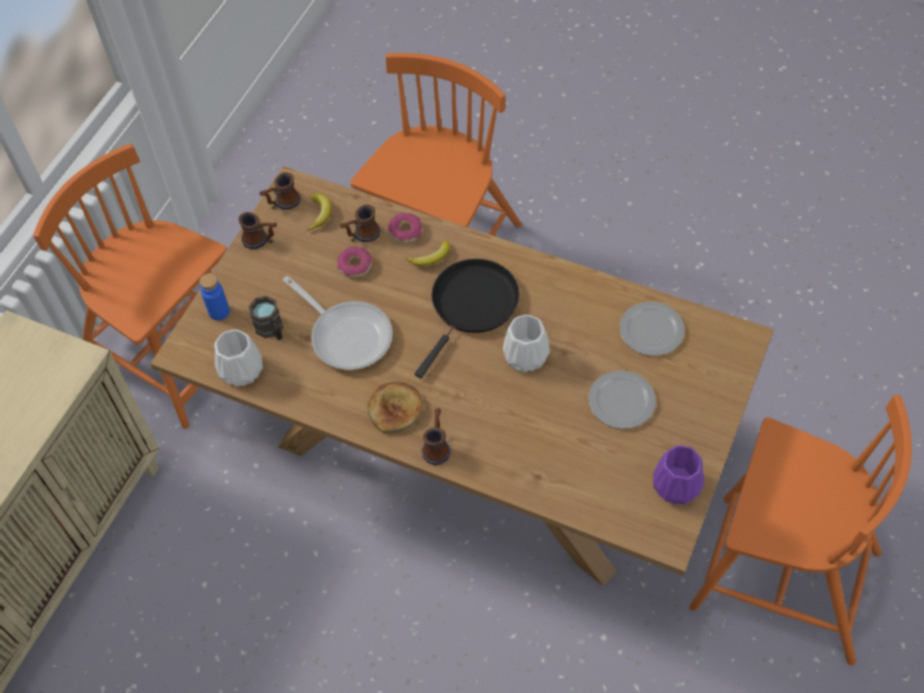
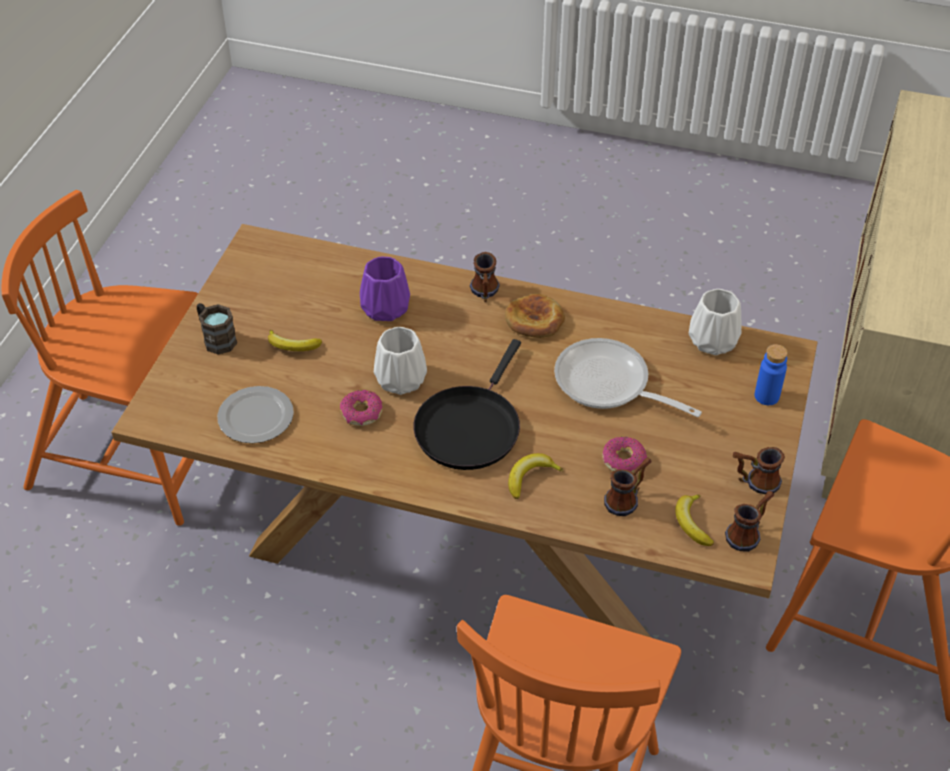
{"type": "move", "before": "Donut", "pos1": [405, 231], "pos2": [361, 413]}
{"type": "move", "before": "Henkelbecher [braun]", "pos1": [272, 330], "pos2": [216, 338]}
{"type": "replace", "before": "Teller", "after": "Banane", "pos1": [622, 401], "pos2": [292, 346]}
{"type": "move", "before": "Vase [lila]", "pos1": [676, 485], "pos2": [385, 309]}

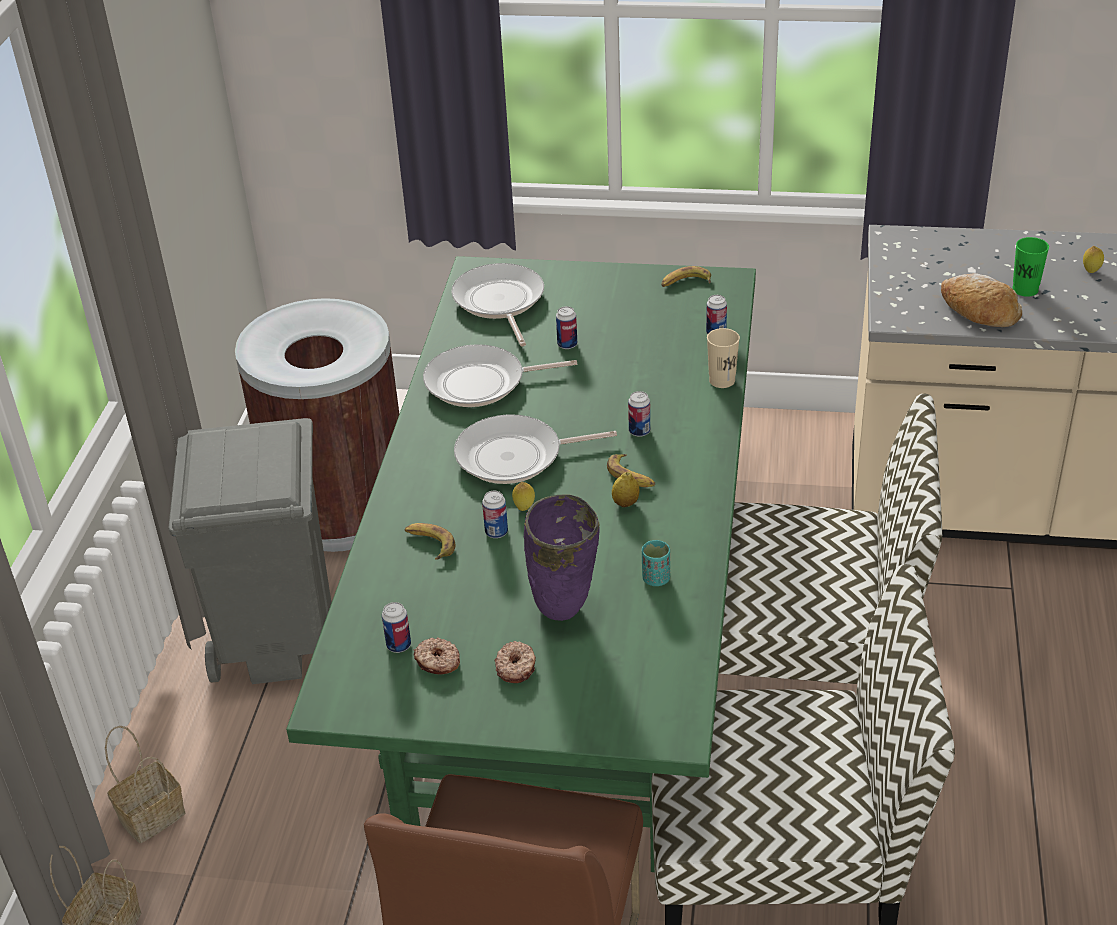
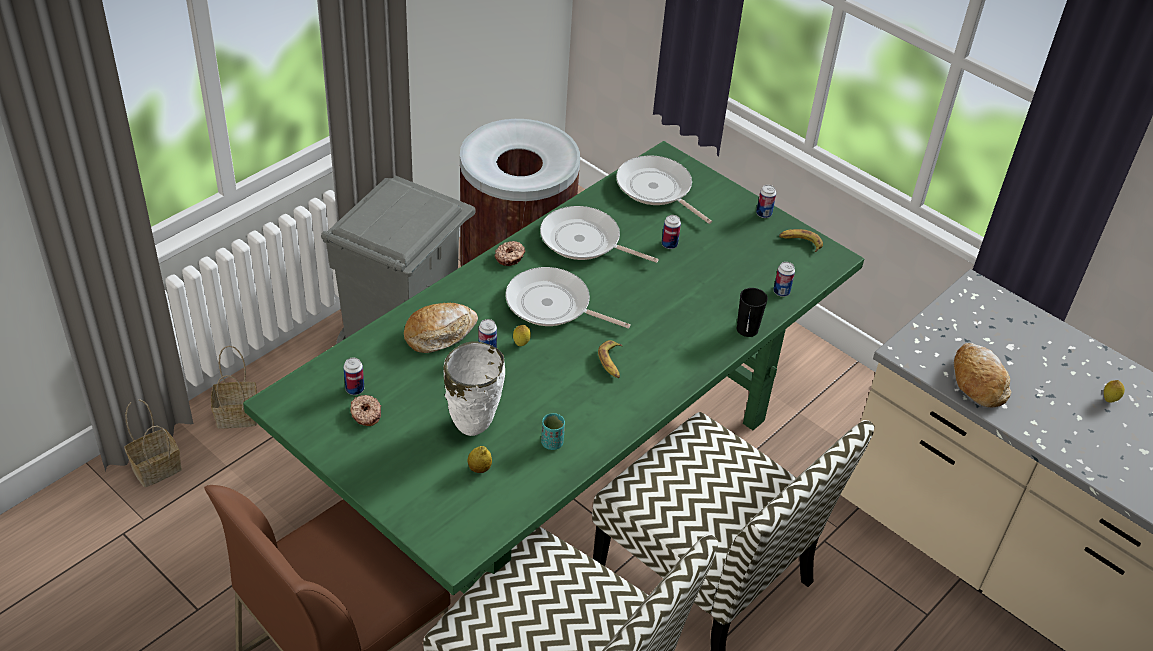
{"type": "delete", "before": "Tasse [grün]", "pos1": [1025, 289]}
{"type": "rotate", "before": "Pfanne", "pos1": [499, 302], "pos2": [656, 189], "turn": -60}
{"type": "recolor", "before": "Tasse [beige]", "after": "Tasse [schwarz]", "pos1": [722, 380], "pos2": [747, 329]}
{"type": "move", "before": "Dose", "pos1": [639, 431], "pos2": [763, 214]}
{"type": "move", "before": "Zitrone", "pos1": [625, 503], "pos2": [479, 469]}
{"type": "recolor", "before": "Vase [lila]", "after": "Vase [weiß]", "pos1": [564, 611], "pos2": [473, 429]}
{"type": "replace", "before": "Banane", "after": "Brot", "pos1": [429, 544], "pos2": [440, 334]}
{"type": "move", "before": "Donut", "pos1": [516, 667], "pos2": [510, 257]}

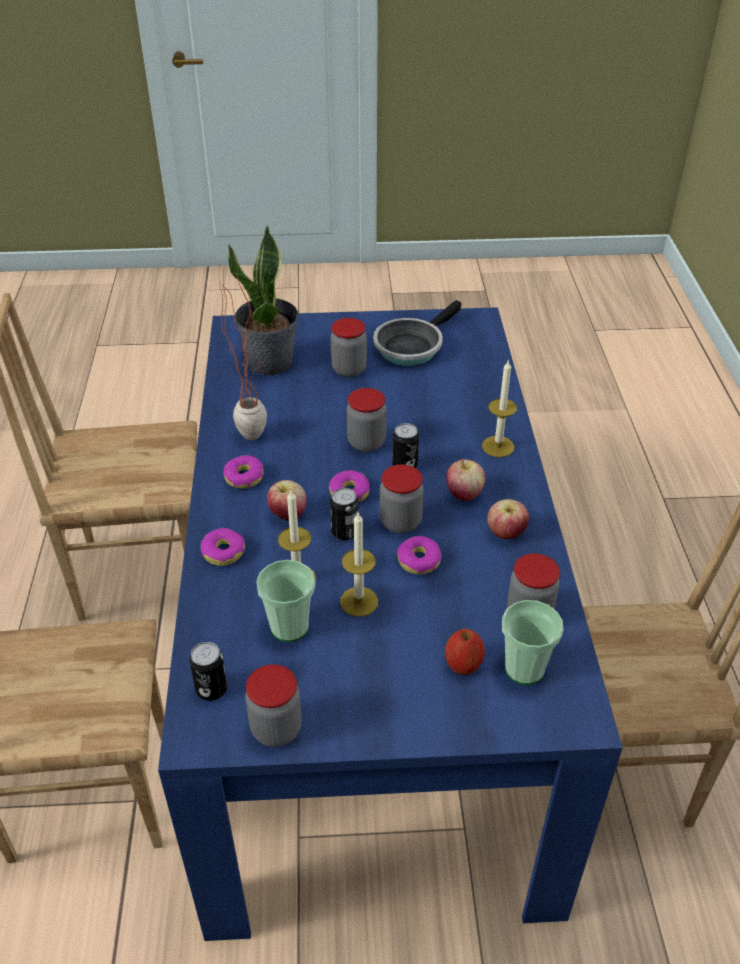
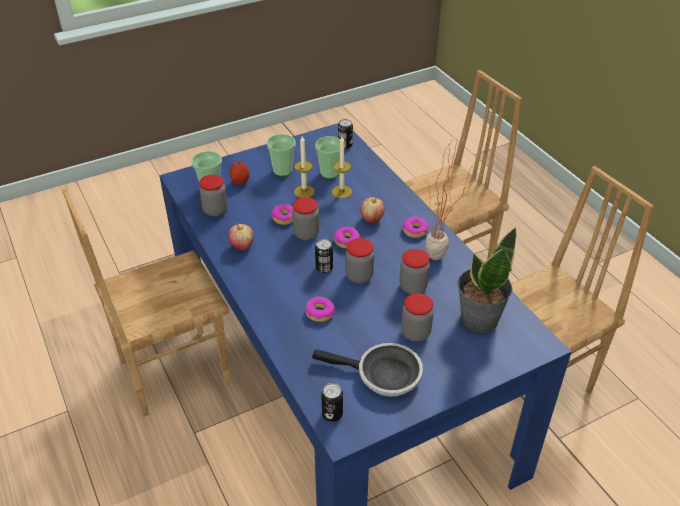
{"type": "rotate", "before": "Pfanne", "pos1": [411, 346], "pos2": [383, 375], "turn": 90}
{"type": "delete", "before": "Kerze", "pos1": [498, 446]}
{"type": "delete", "before": "Apfel", "pos1": [464, 493]}
{"type": "move", "before": "Dose", "pos1": [345, 532], "pos2": [332, 414]}
{"type": "move", "before": "Donut", "pos1": [223, 552], "pos2": [320, 313]}
{"type": "move", "before": "Vorratsglas", "pos1": [276, 729], "pos2": [413, 287]}
{"type": "insert", "after": "Tasse", "pos2": [282, 171]}

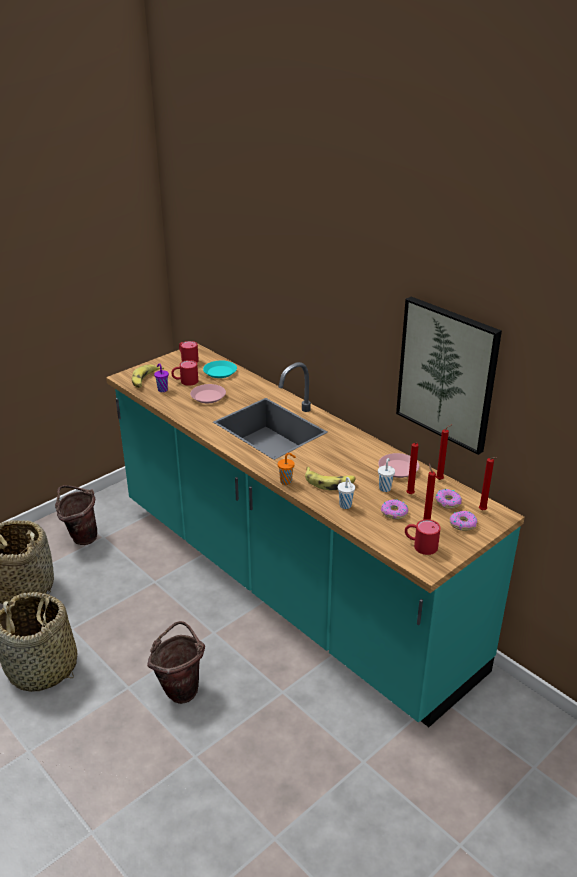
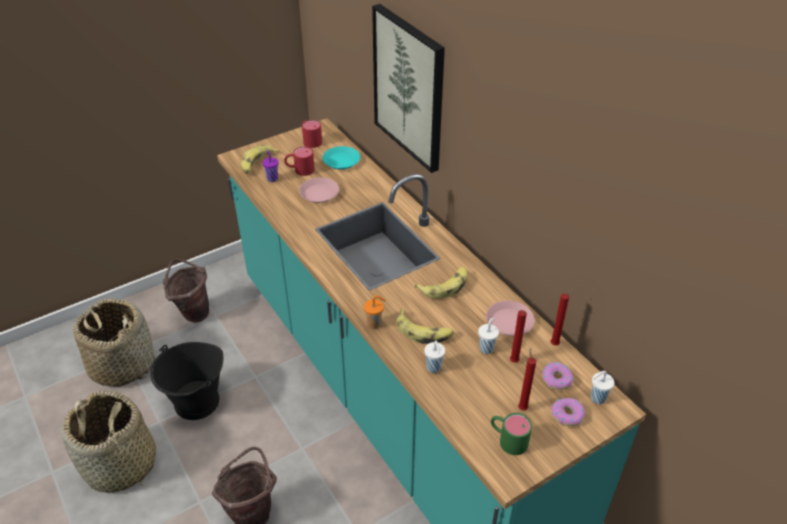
{"type": "move", "before": "Bild", "pos1": [447, 374], "pos2": [410, 88]}
{"type": "replace", "before": "Kerze [rot]", "after": "Tasse [weiß]", "pos1": [483, 511], "pos2": [596, 398]}
{"type": "delete", "before": "Donut", "pos1": [394, 513]}
{"type": "recolor", "before": "Henkelbecher [rot]", "after": "Henkelbecher [grün]", "pos1": [420, 545], "pos2": [507, 439]}
{"type": "insert", "after": "Banane", "pos2": [445, 286]}
{"type": "insert", "after": "Eimer [schwarz]", "pos2": [197, 402]}

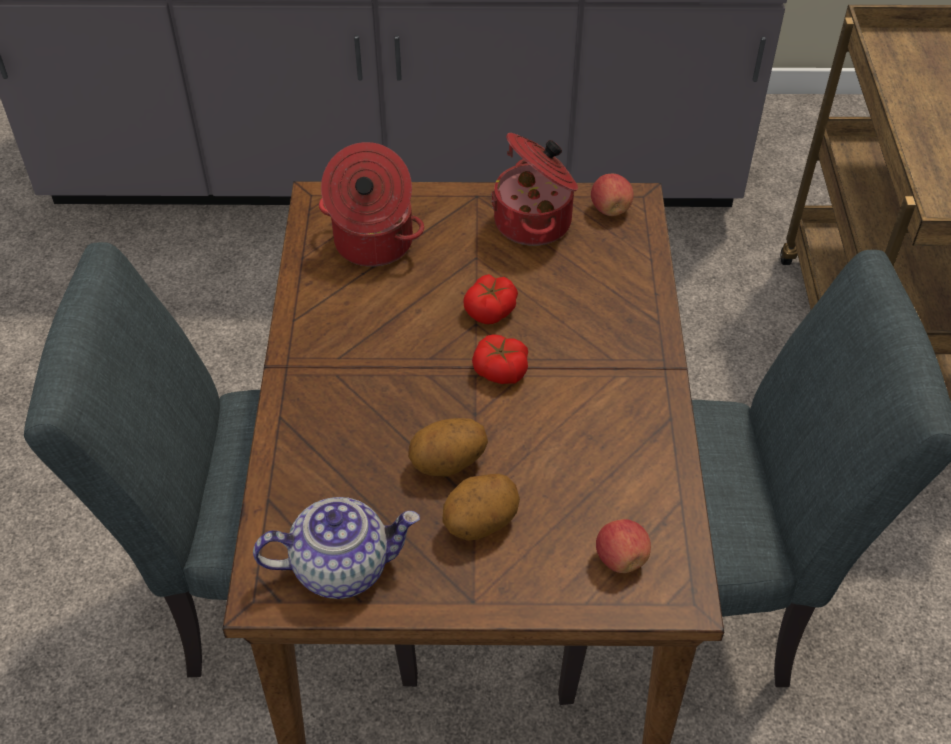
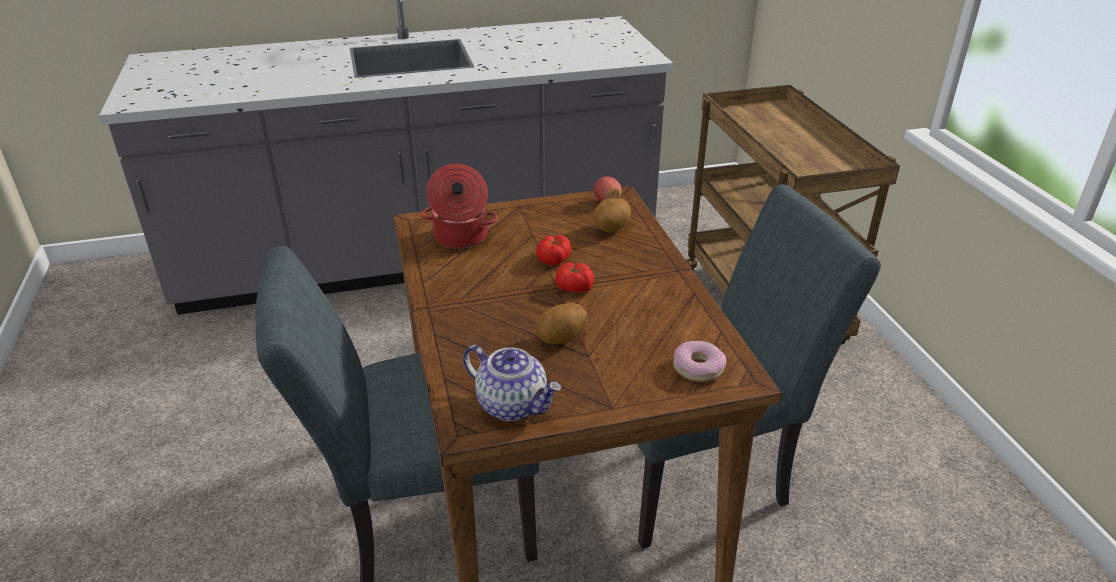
{"type": "delete", "before": "Kochtopf", "pos1": [535, 222]}
{"type": "move", "before": "Kartoffel", "pos1": [480, 522], "pos2": [610, 229]}
{"type": "rotate", "before": "Teekanne", "pos1": [342, 566], "pos2": [513, 405], "turn": 60}
{"type": "replace", "before": "Apfel", "after": "Donut", "pos1": [620, 558], "pos2": [698, 367]}

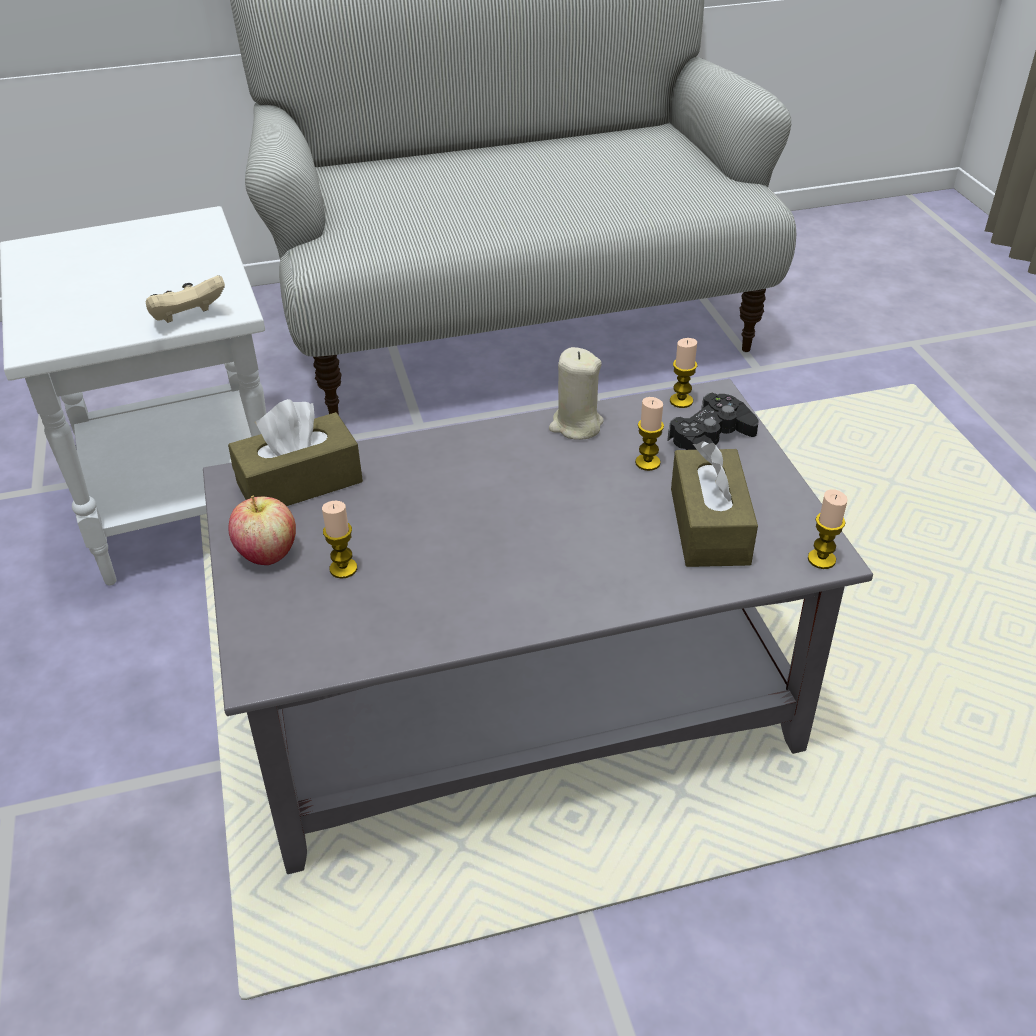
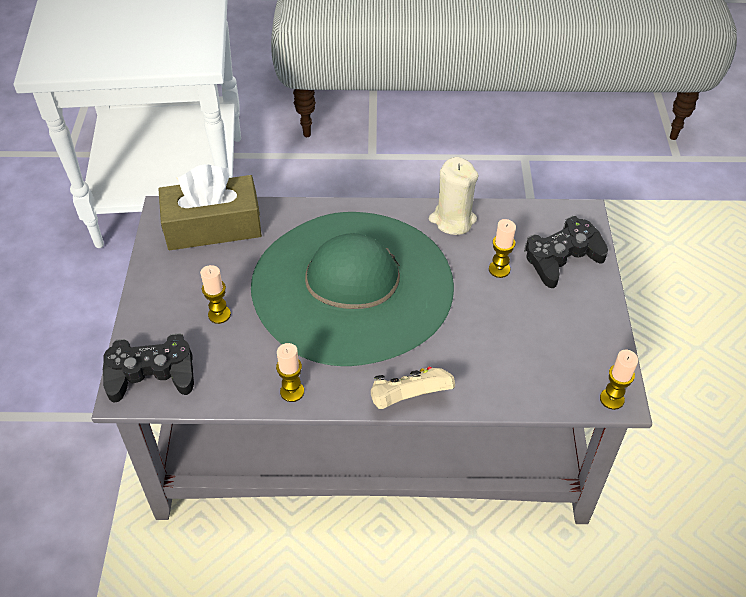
{"type": "move", "before": "Gamepad [beige]", "pos1": [188, 318], "pos2": [408, 399]}
{"type": "move", "before": "Kerze", "pos1": [681, 401], "pos2": [292, 391]}
{"type": "delete", "before": "Taschentuchbox [braun]", "pos1": [709, 526]}
{"type": "delete", "before": "Apfel", "pos1": [267, 553]}
{"type": "insert", "after": "Hut [grün]", "pos2": [352, 285]}
{"type": "insert", "after": "Gamepad [schwarz]", "pos2": [151, 374]}

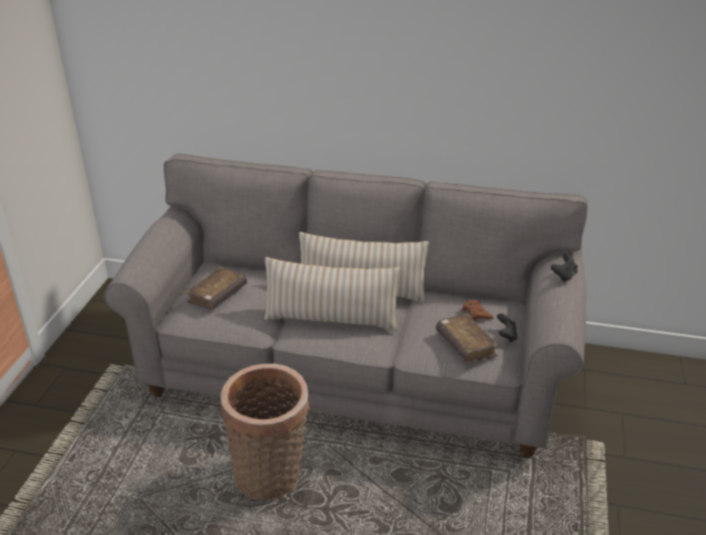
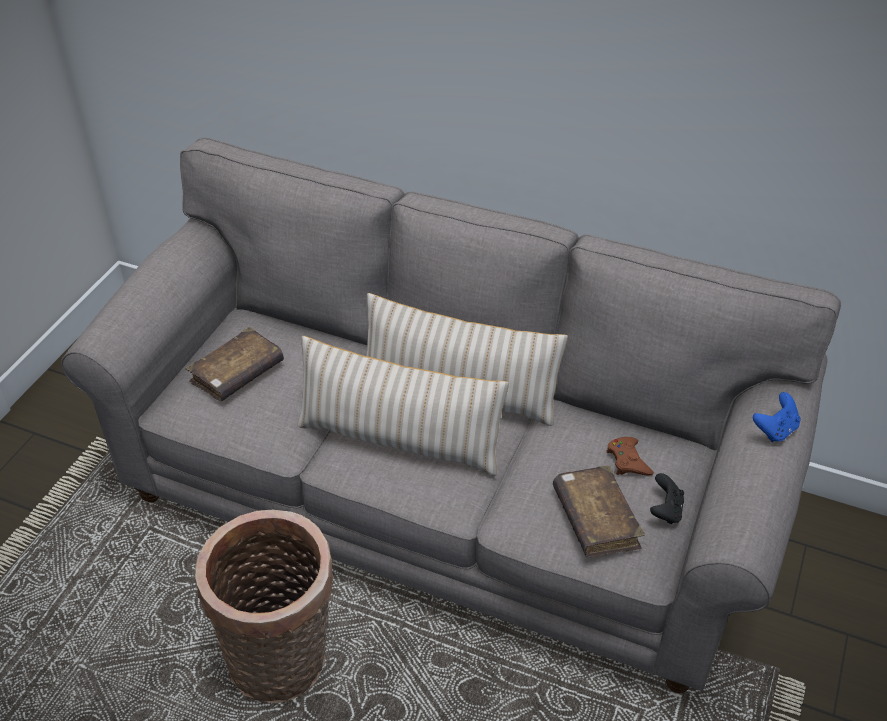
{"type": "recolor", "before": "Gamepad [schwarz]", "after": "Gamepad [blau]", "pos1": [564, 276], "pos2": [775, 430]}

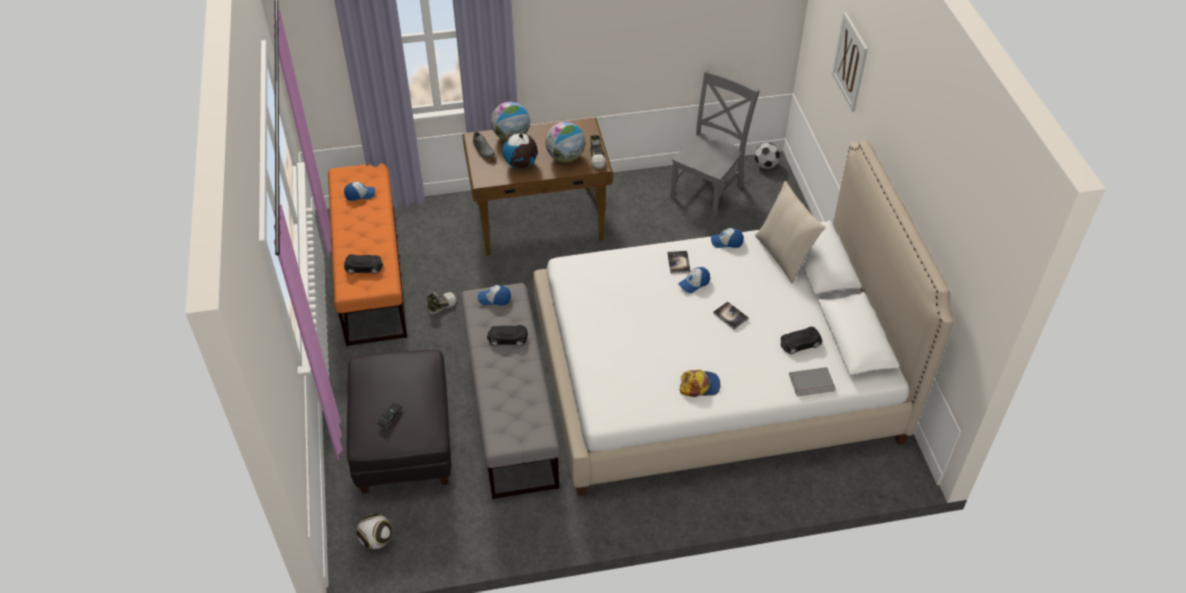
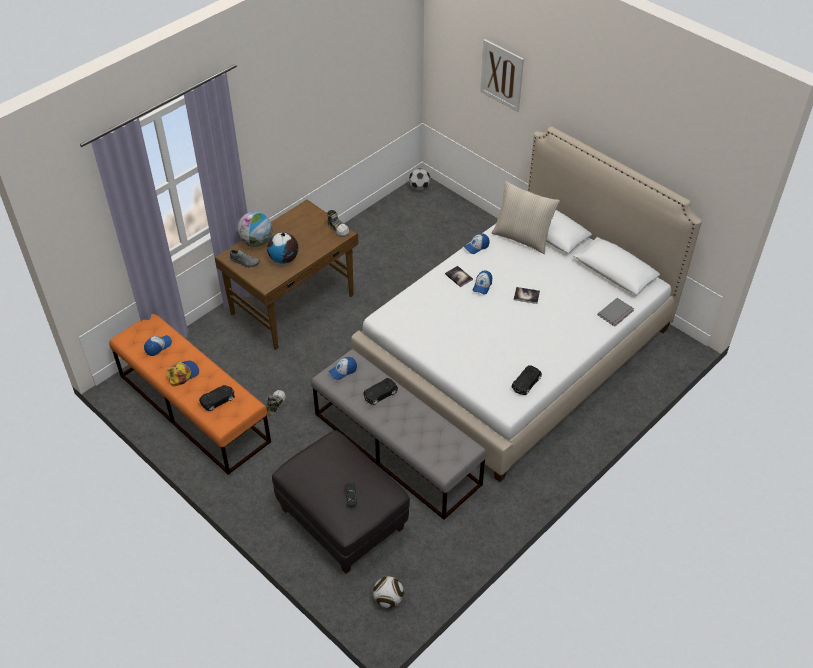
{"type": "delete", "before": "Stuhl [grau]", "pos1": [708, 190]}
{"type": "delete", "before": "Globus", "pos1": [565, 157]}
{"type": "move", "before": "Spielzeugauto [schwarz]", "pos1": [799, 344], "pos2": [526, 383]}
{"type": "move", "before": "Kappe", "pos1": [699, 385], "pos2": [183, 374]}

